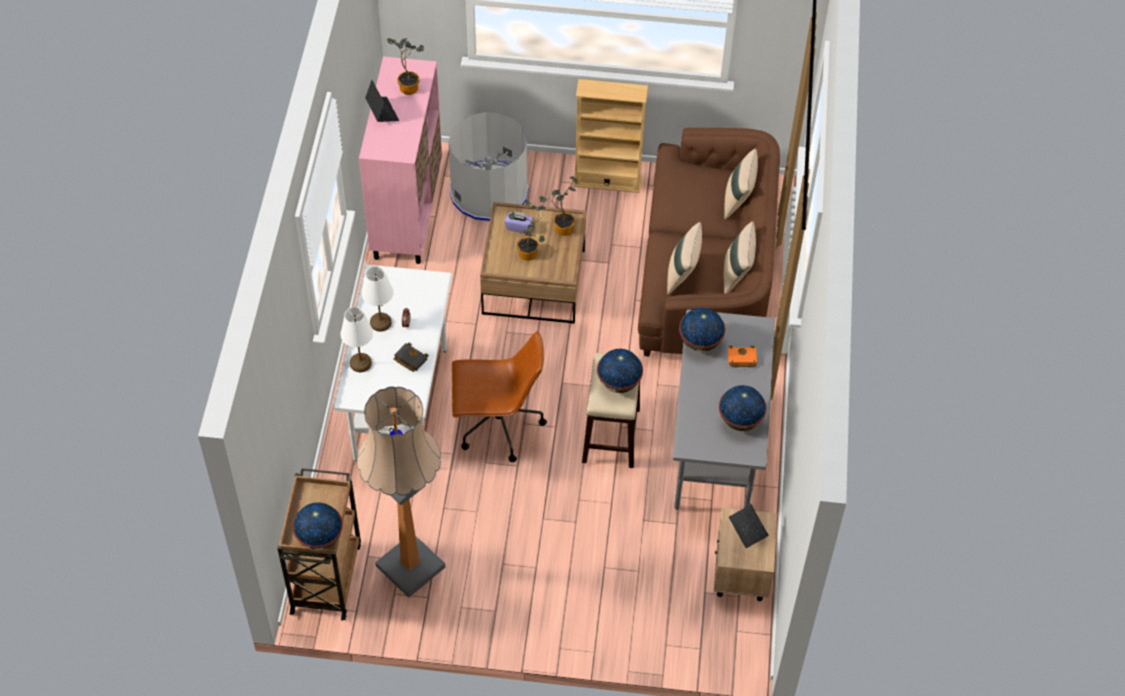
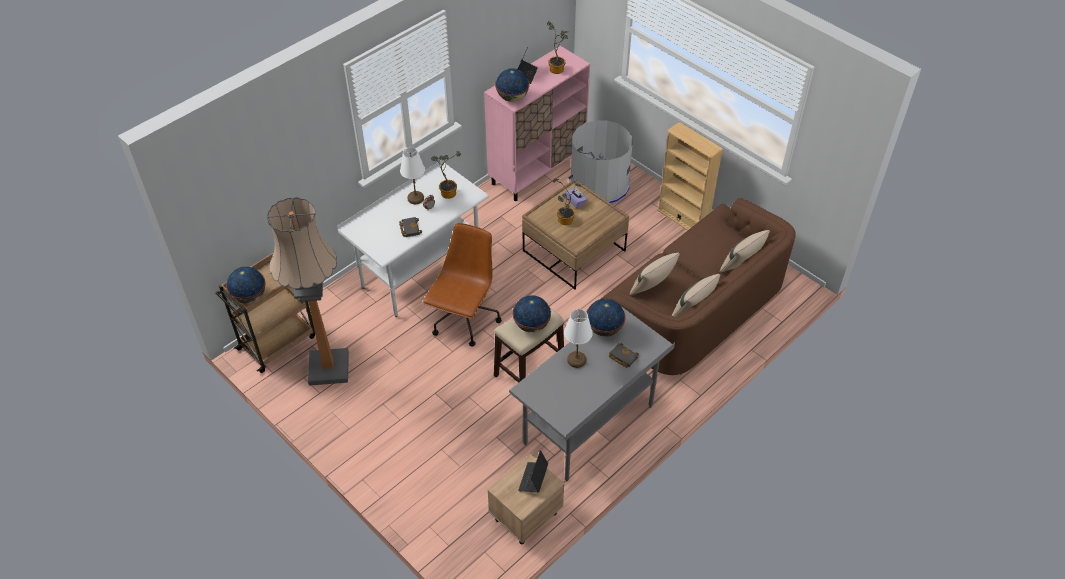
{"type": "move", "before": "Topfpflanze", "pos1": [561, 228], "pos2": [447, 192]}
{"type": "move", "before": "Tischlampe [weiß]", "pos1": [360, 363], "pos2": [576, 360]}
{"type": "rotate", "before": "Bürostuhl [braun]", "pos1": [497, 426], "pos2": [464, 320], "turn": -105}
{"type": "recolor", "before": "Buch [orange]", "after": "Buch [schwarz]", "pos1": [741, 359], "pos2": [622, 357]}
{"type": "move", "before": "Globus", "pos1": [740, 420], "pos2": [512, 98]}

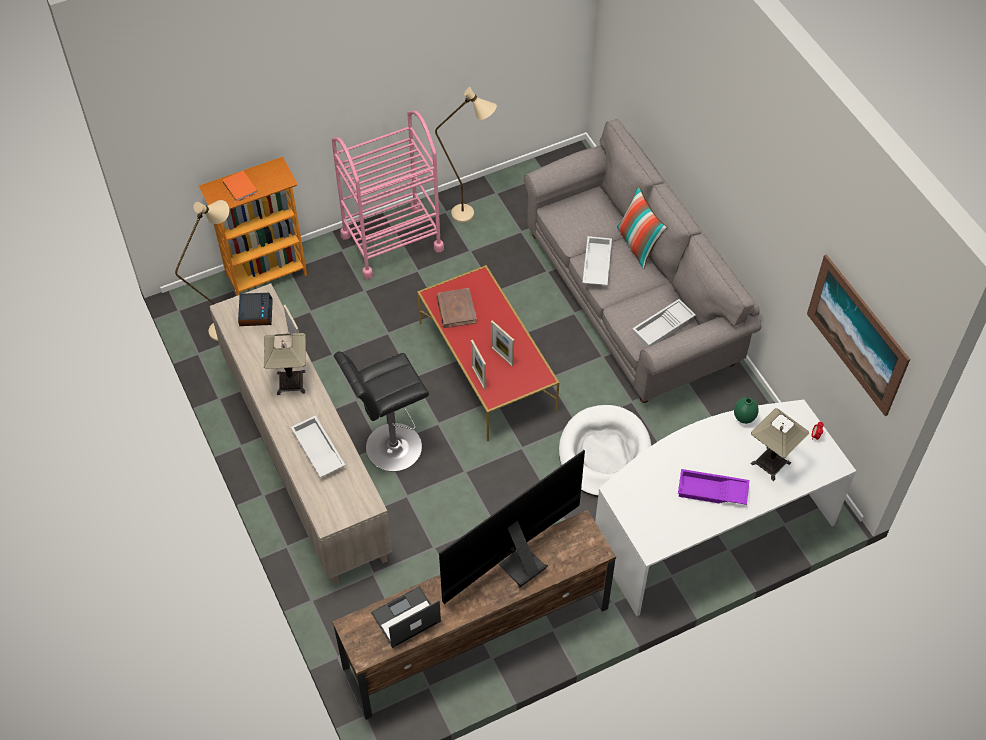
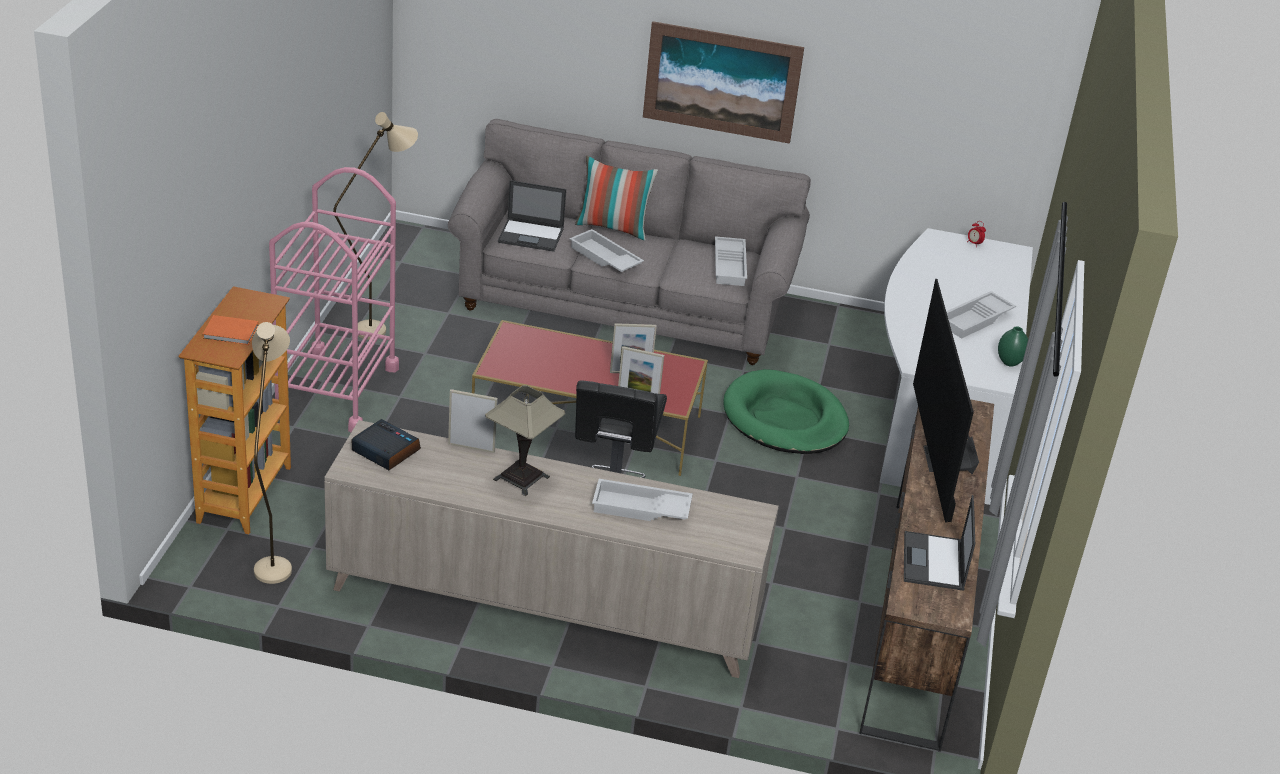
{"type": "move", "before": "Bild", "pos1": [857, 334], "pos2": [722, 82]}
{"type": "delete", "before": "Buch [braun]", "pos1": [456, 310]}
{"type": "move", "before": "Vase [grün]", "pos1": [743, 418], "pos2": [1009, 363]}
{"type": "recolor", "before": "Hundebett [weiß]", "after": "Hundebett [grün]", "pos1": [604, 454], "pos2": [784, 418]}
{"type": "delete", "before": "Tischlampe", "pos1": [770, 463]}
{"type": "recolor", "before": "Tablett [lila]", "after": "Tablett [weiß]", "pos1": [711, 492], "pos2": [975, 320]}
{"type": "insert", "after": "Laptop", "pos2": [532, 235]}

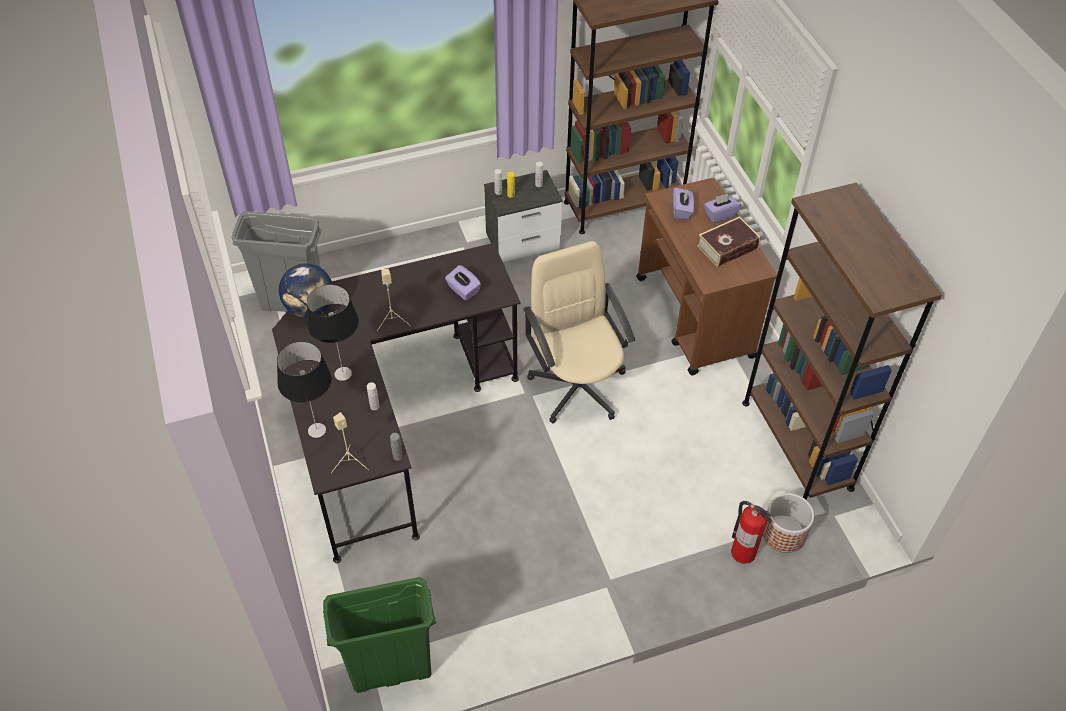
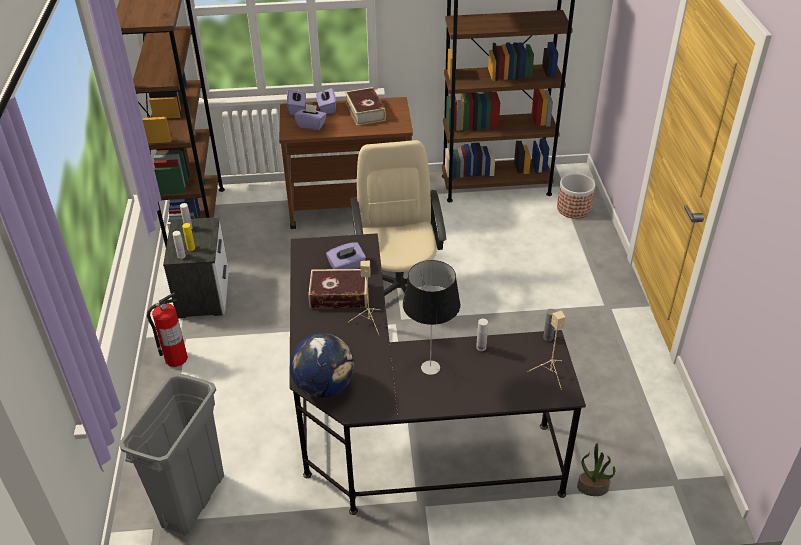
{"type": "rotate", "before": "Bürostuhl [beige]", "pos1": [577, 386], "pos2": [400, 288], "turn": 90}
{"type": "delete", "before": "Tischlampe", "pos1": [317, 431]}
{"type": "move", "before": "Feuerlöscher", "pos1": [742, 552], "pos2": [175, 358]}
{"type": "delete", "before": "Mülleimer [grün]", "pos1": [390, 671]}
{"type": "insert", "after": "Taschentuchbox [lila]", "pos2": [297, 109]}
{"type": "insert", "after": "Buch", "pos2": [339, 295]}
{"type": "insert", "after": "Topfpflanze", "pos2": [593, 487]}

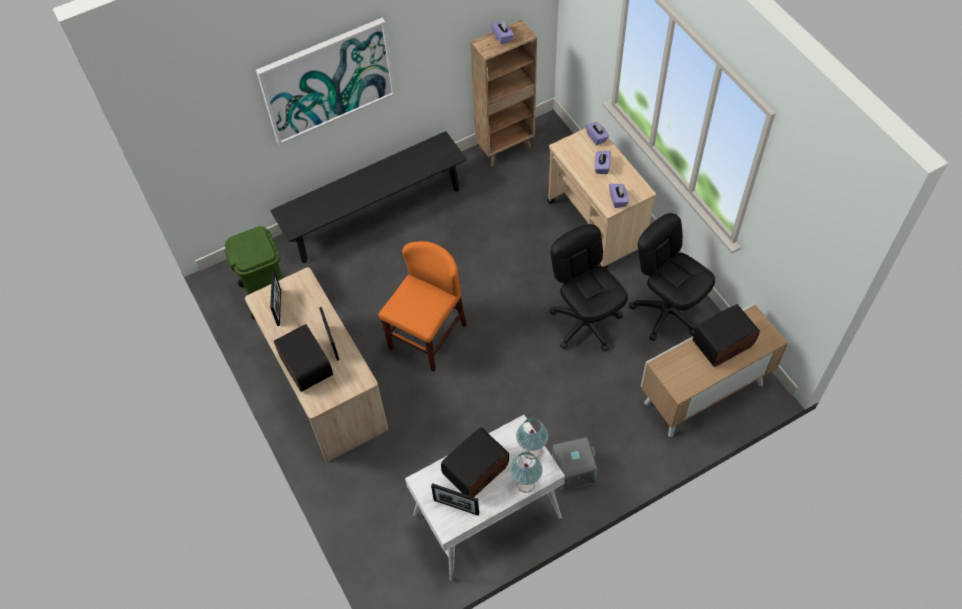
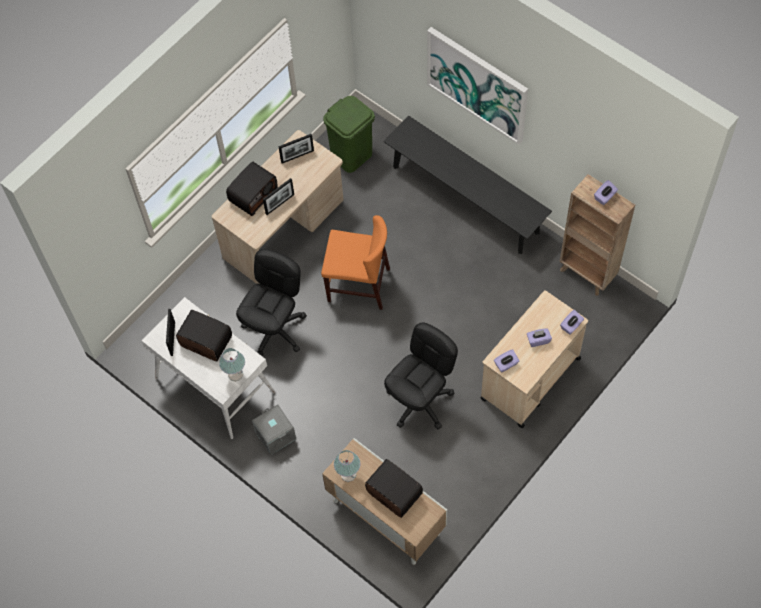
{"type": "move", "before": "Bürostuhl [schwarz]", "pos1": [666, 312], "pos2": [275, 330]}
{"type": "move", "before": "Tischlampe", "pos1": [526, 483], "pos2": [348, 474]}

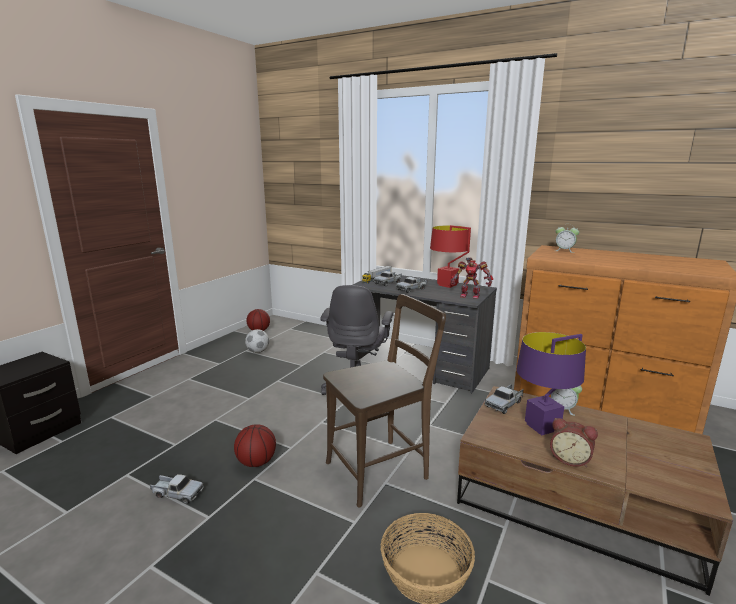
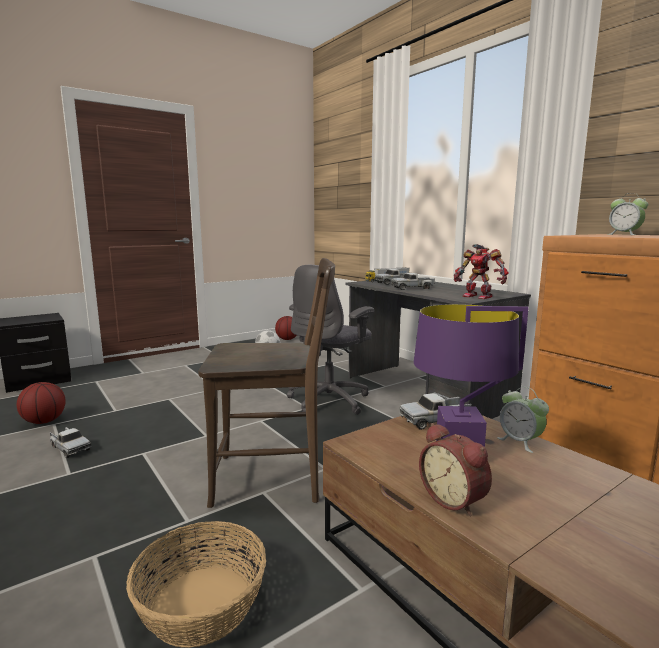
{"type": "delete", "before": "Tischlampe [rot]", "pos1": [447, 285]}
{"type": "move", "before": "Basketball", "pos1": [256, 462], "pos2": [44, 421]}

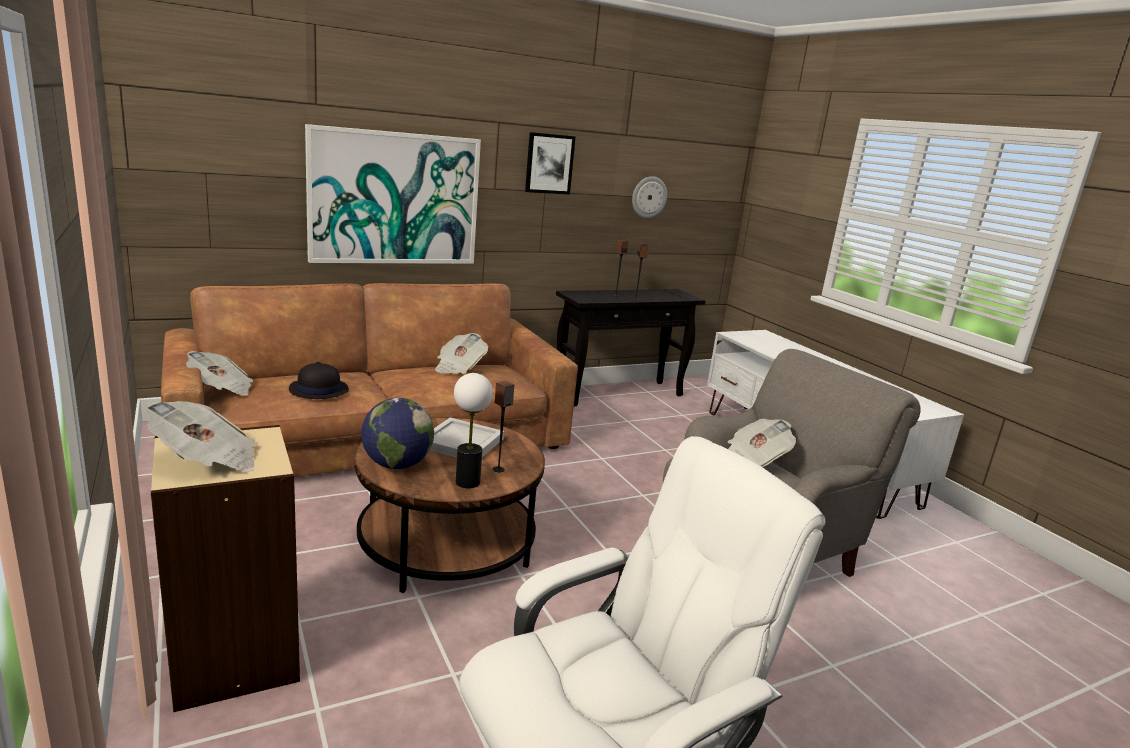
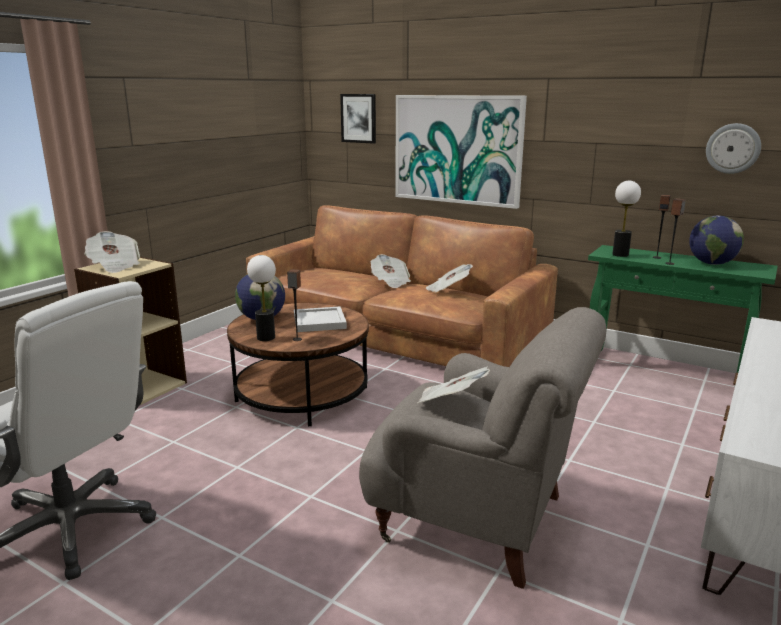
{"type": "move", "before": "Bild", "pos1": [549, 163], "pos2": [359, 118]}
{"type": "recolor", "before": "Konsolentisch [schwarz]", "after": "Konsolentisch [grün]", "pos1": [619, 393], "pos2": [664, 371]}
{"type": "move", "before": "Zeitung", "pos1": [222, 388], "pos2": [390, 282]}
{"type": "delete", "before": "Hut [schwarz]", "pos1": [318, 390]}
{"type": "insert", "after": "Tischlampe", "pos2": [620, 254]}
{"type": "insert", "after": "Globus", "pos2": [711, 263]}

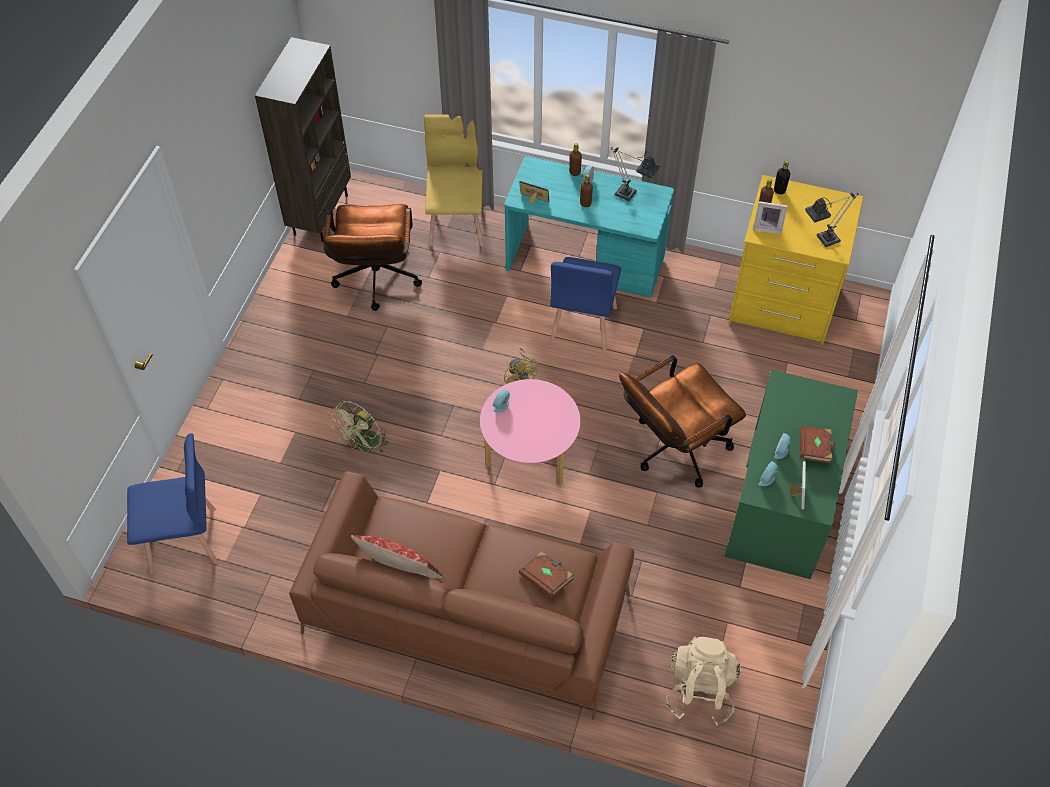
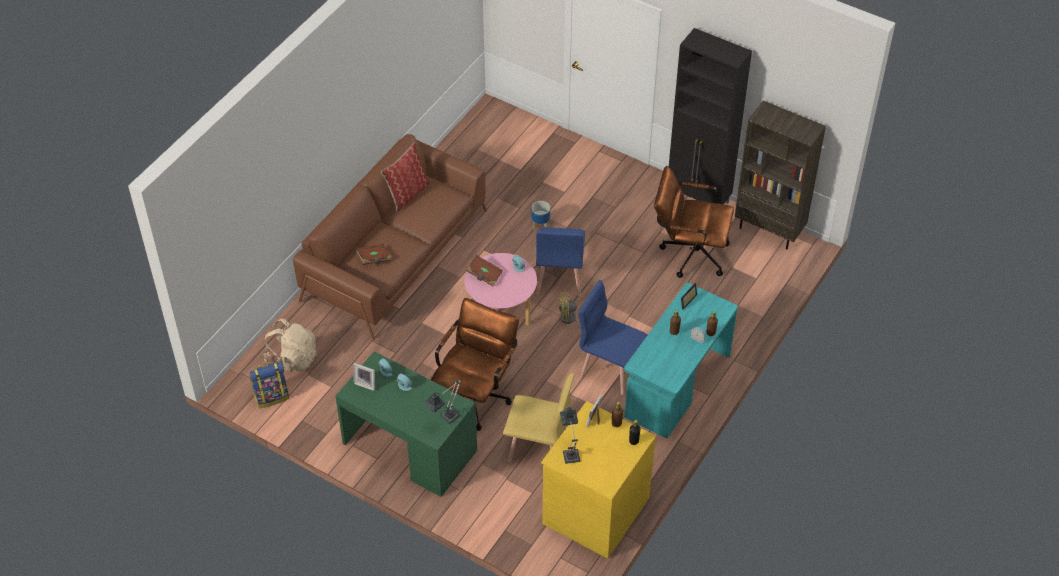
{"type": "move", "before": "Stuhl [gelb]", "pos1": [457, 224], "pos2": [538, 448]}
{"type": "move", "before": "Tischlampe", "pos1": [630, 195], "pos2": [446, 418]}
{"type": "rotate", "before": "Bürostuhl [braun]", "pos1": [673, 450], "pos2": [476, 394], "turn": 45}
{"type": "replace", "before": "Ventilator [grün]", "after": "Pflanzkübel", "pos1": [364, 446], "pos2": [540, 225]}
{"type": "move", "before": "Buch [braun]", "pos1": [814, 449], "pos2": [484, 275]}
{"type": "move", "before": "Stuhl [blau]", "pos1": [184, 540], "pos2": [559, 278]}
{"type": "insert", "after": "Schrank [schwarz]", "pos2": [699, 199]}
{"type": "insert", "after": "Rucksack", "pos2": [271, 396]}

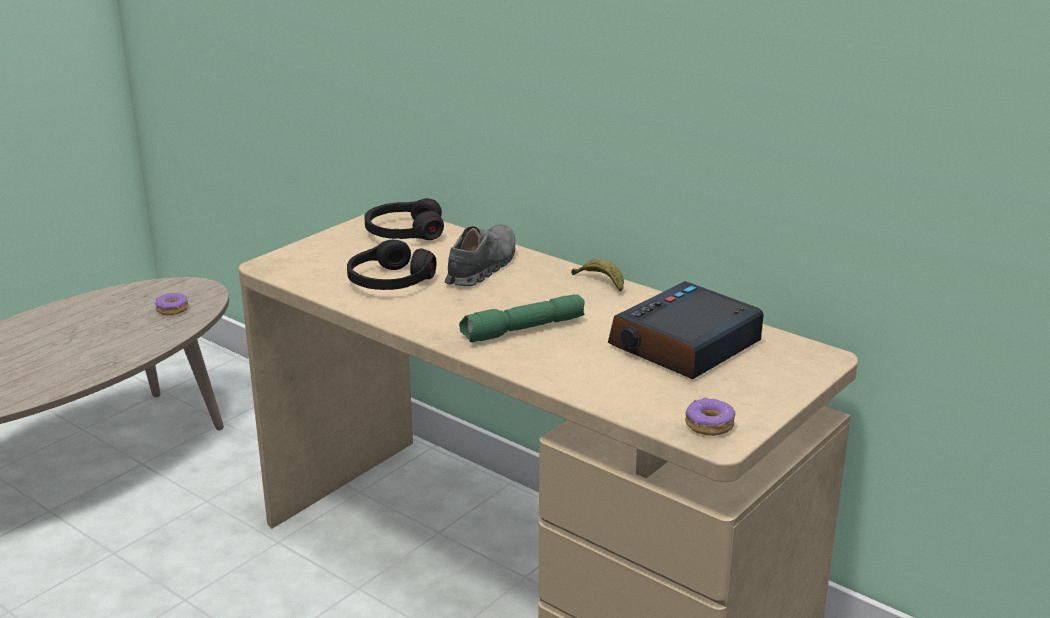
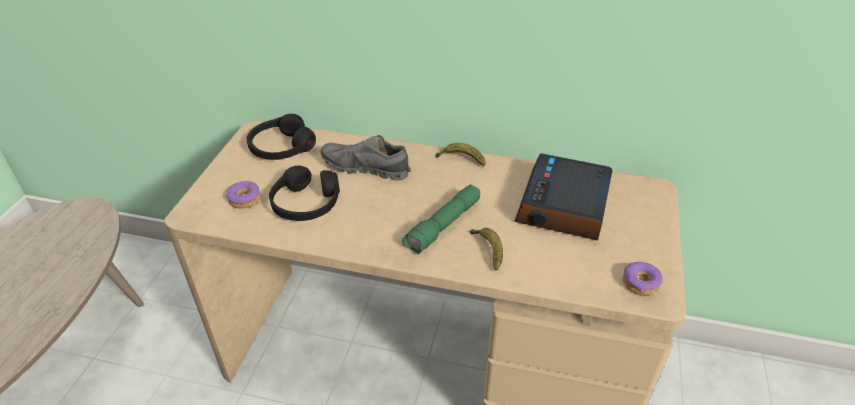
{"type": "rotate", "before": "Schuh [grau]", "pos1": [481, 267], "pos2": [365, 168], "turn": -75}
{"type": "move", "before": "Donut", "pos1": [172, 309], "pos2": [245, 199]}
{"type": "insert", "after": "Banane", "pos2": [488, 250]}

